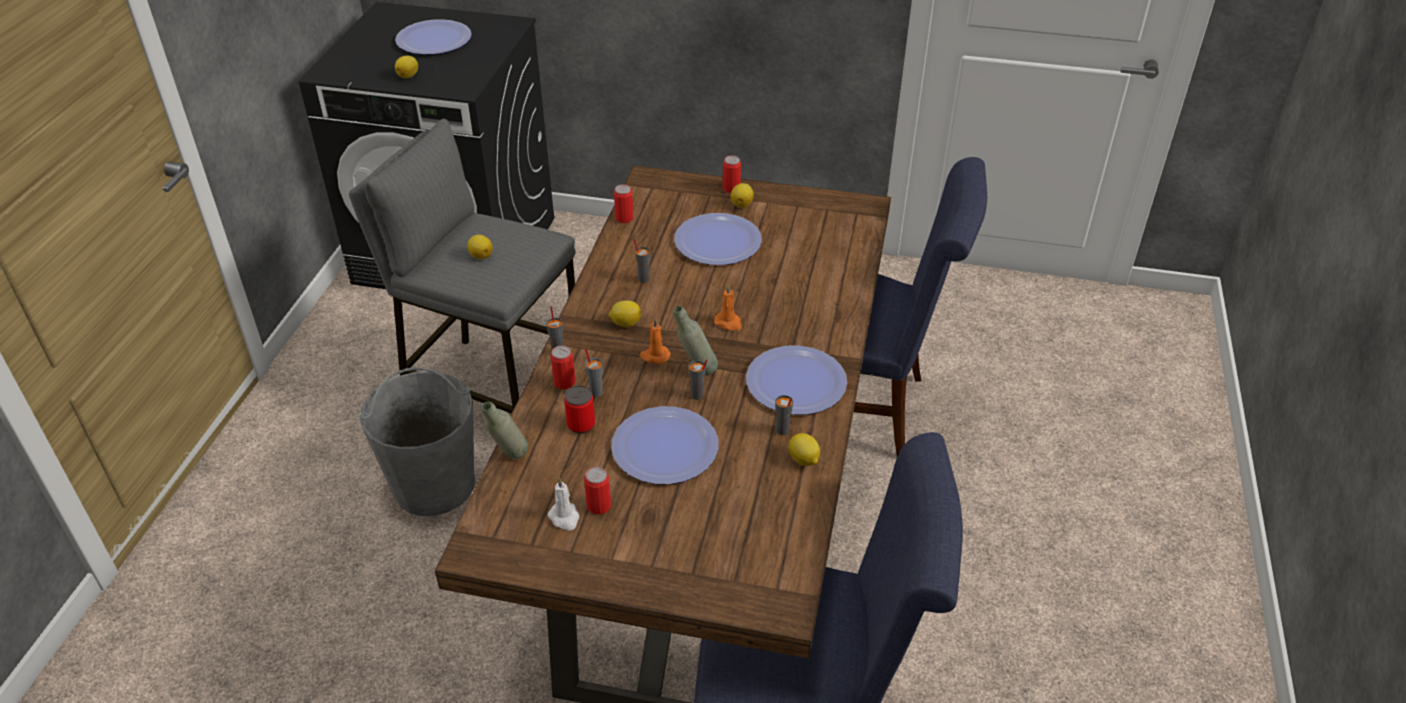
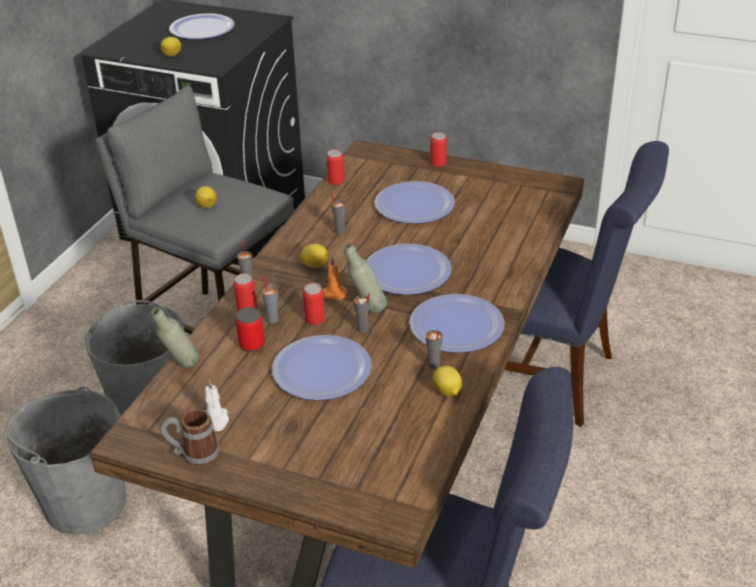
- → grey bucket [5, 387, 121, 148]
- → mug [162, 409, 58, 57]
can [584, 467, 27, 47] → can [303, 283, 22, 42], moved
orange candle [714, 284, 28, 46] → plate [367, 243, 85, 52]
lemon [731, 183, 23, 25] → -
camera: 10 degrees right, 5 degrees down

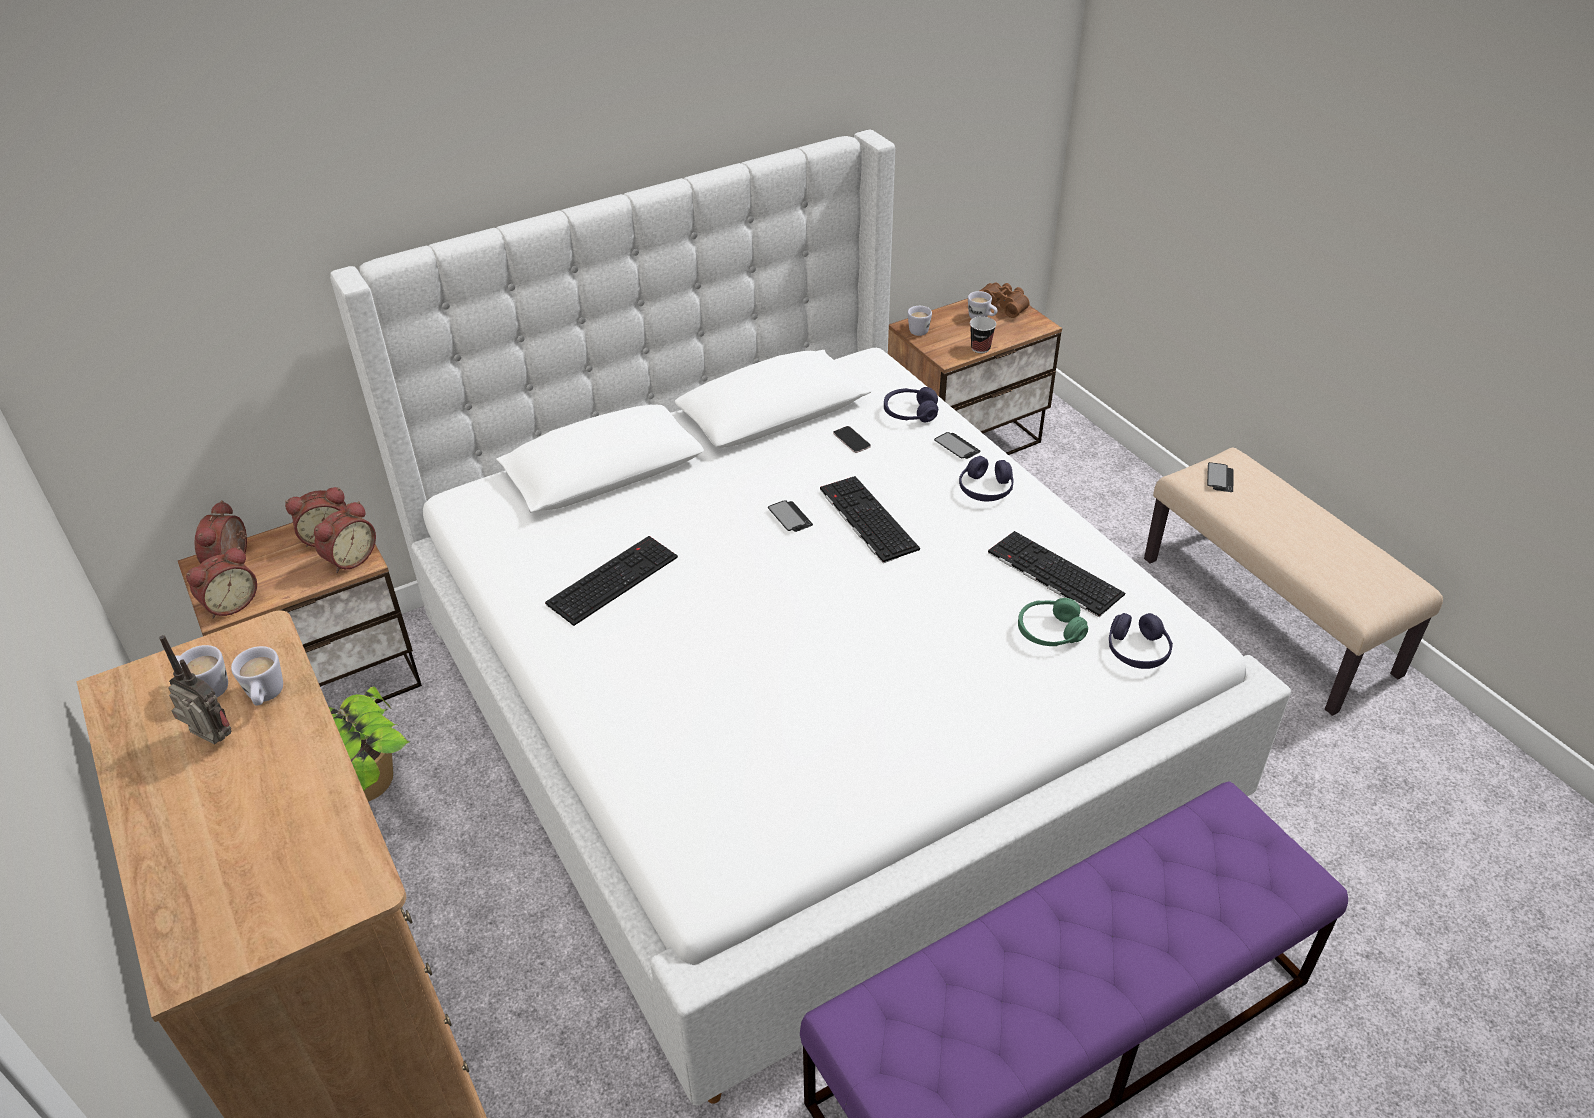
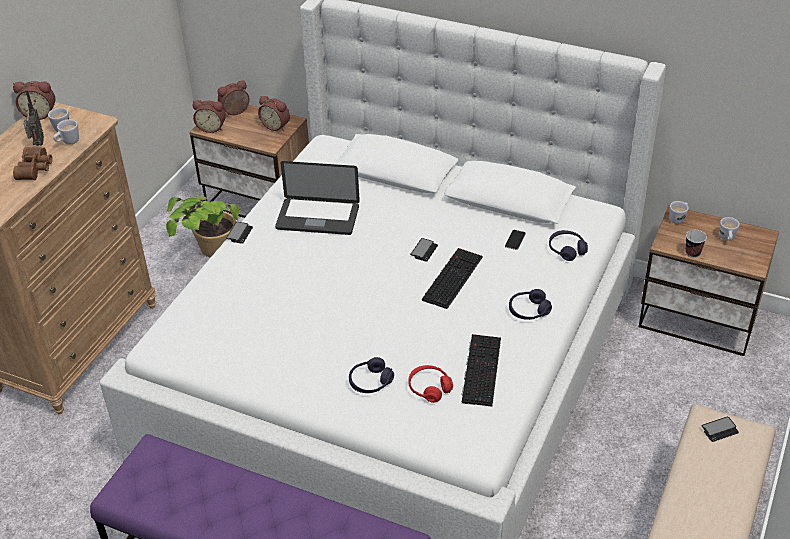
alarm clock [314, 501, 62, 72] → alarm clock [13, 81, 42, 39], moved
brown binoculars [980, 282, 50, 36] → brown binoculars [13, 147, 40, 33], moved
phone [934, 432, 47, 27] → phone [226, 222, 27, 22], moved
keyboard [545, 536, 133, 90] → laptop [275, 161, 85, 74]
purple headphones [1109, 613, 64, 56] → purple headphones [349, 357, 45, 36], moved
green headphones [1018, 598, 70, 48] → red headphones [408, 365, 45, 38]
camera: 55 degrees right, 0 degrees up

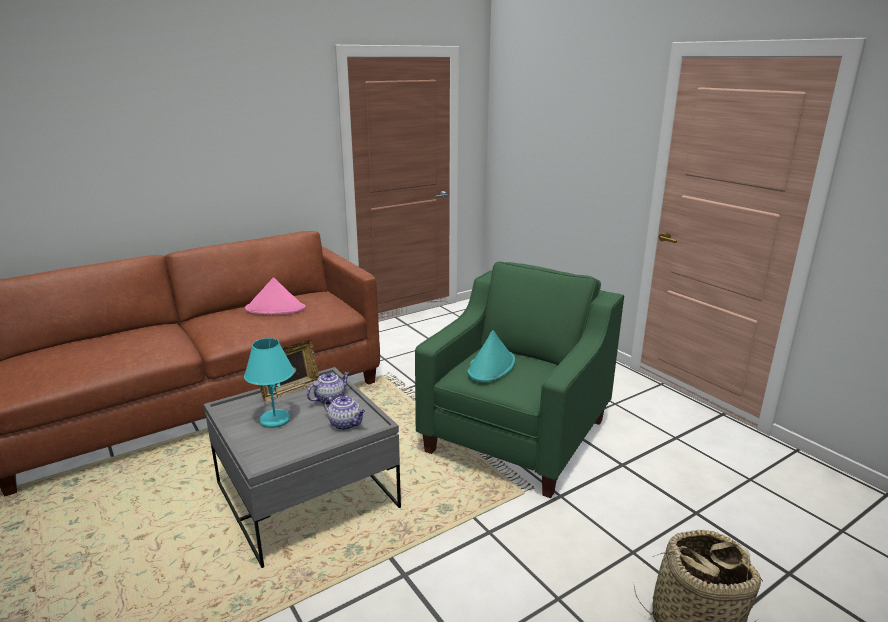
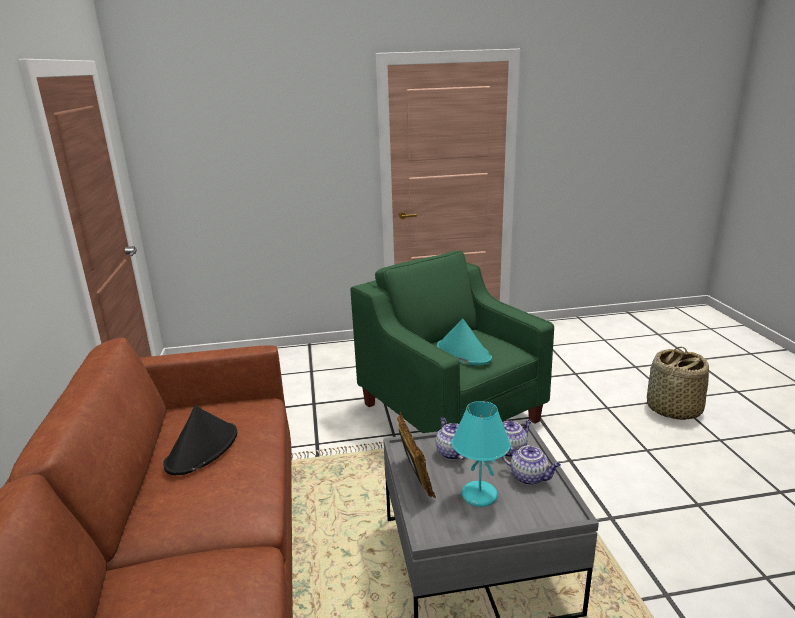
pink hat [245, 278, 61, 37] → black hat [163, 405, 74, 70]
- → teapot [502, 446, 59, 39]
camera: 65 degrees left, 0 degrees up

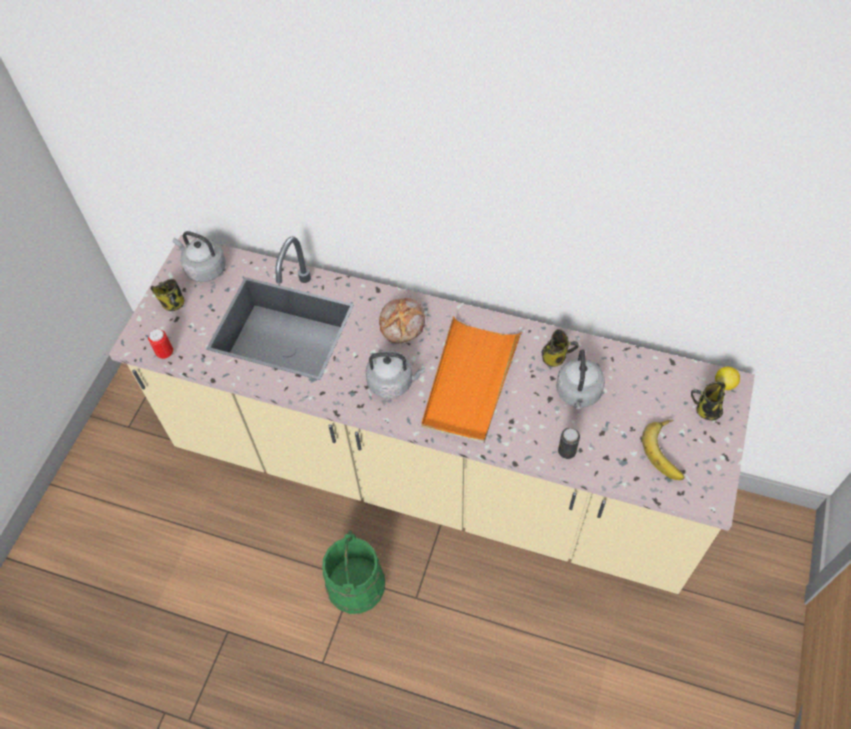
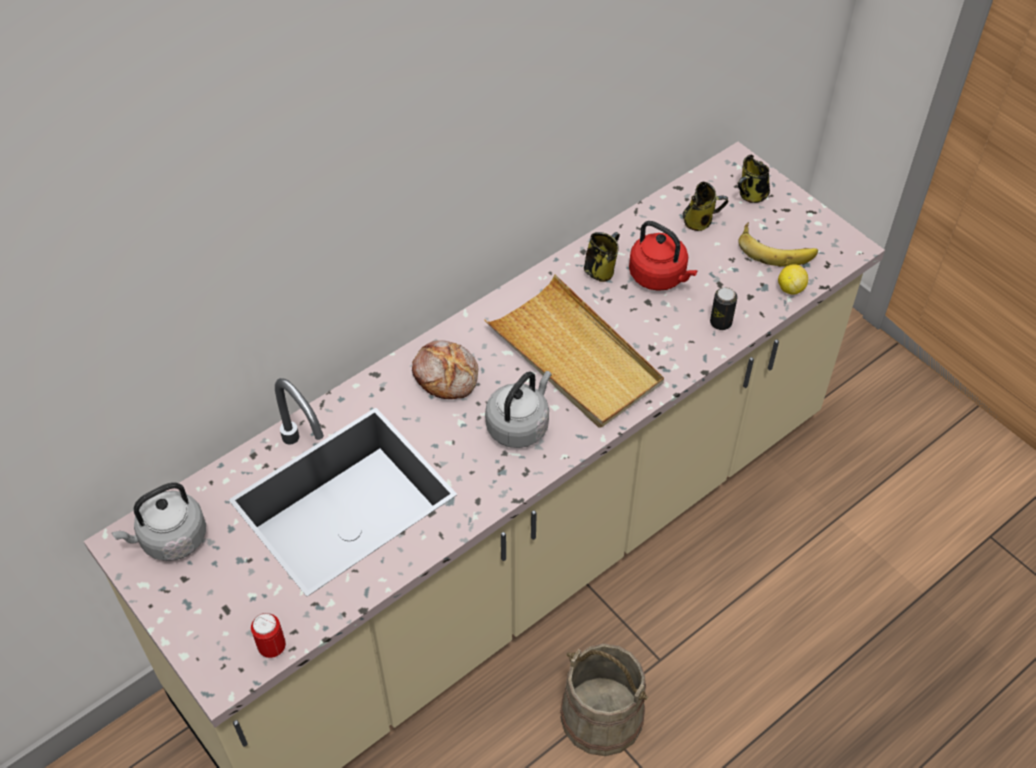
orange tray [421, 316, 101, 127] → beige tray [484, 275, 180, 153]
green bucket [322, 530, 63, 84] → beige bucket [560, 643, 88, 113]
grey kettle [556, 349, 49, 60] → red kettle [629, 221, 69, 70]
mug [151, 279, 33, 32] → mug [683, 182, 46, 49], moved
lemon [715, 367, 25, 23] → lemon [778, 264, 30, 31], moved
camera: 60 degrees left, 5 degrees down

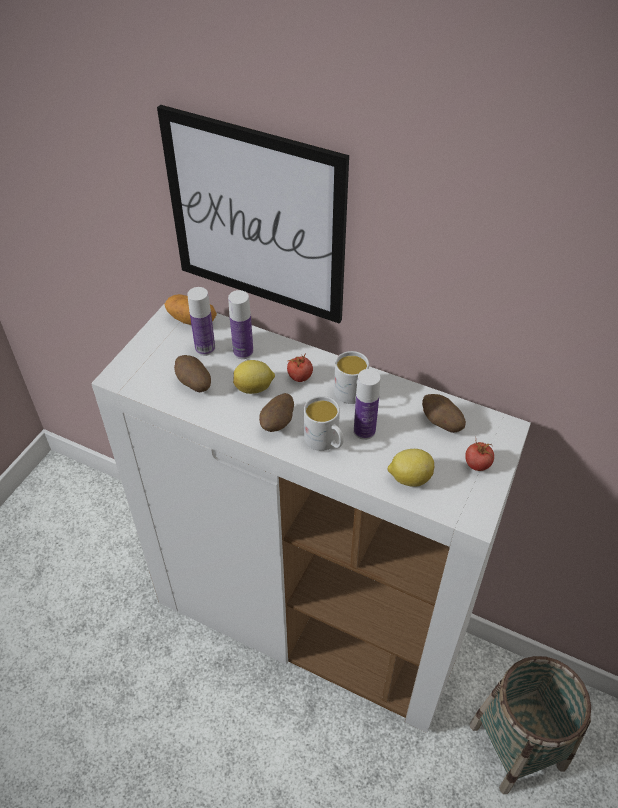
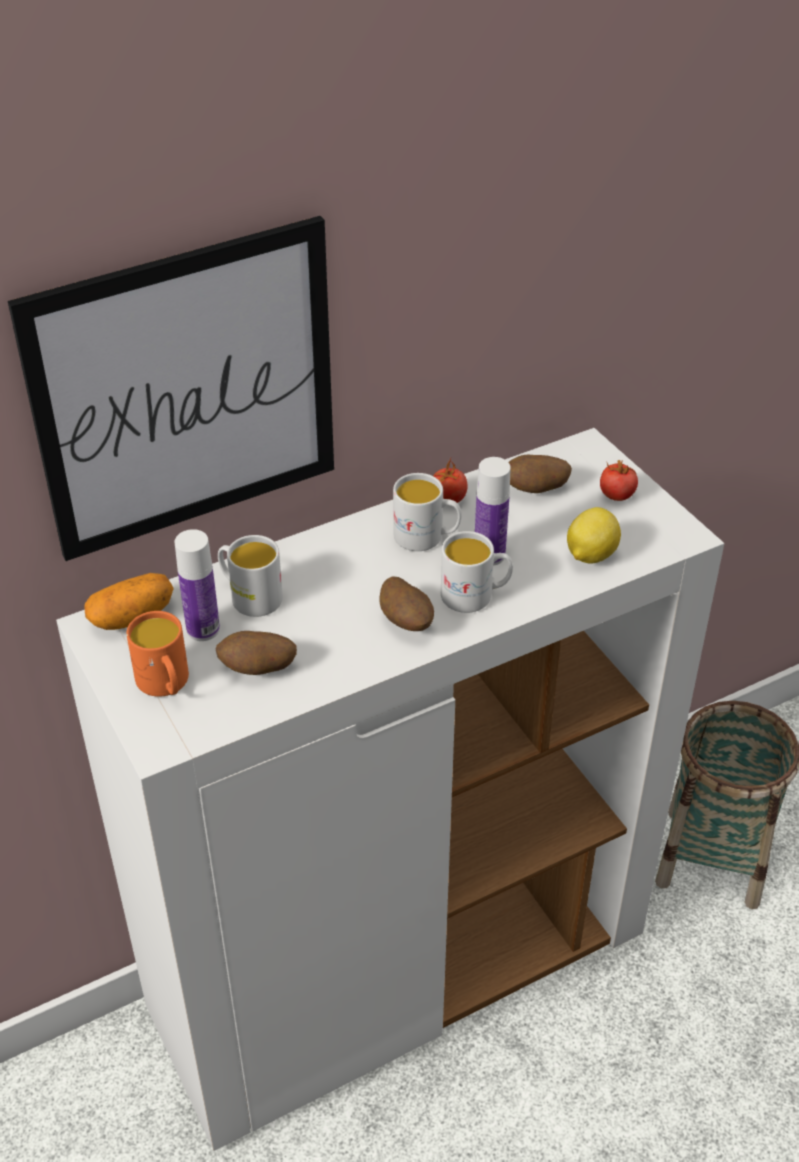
- → orange mug [126, 611, 63, 86]
bottle [228, 290, 25, 69] → white mug [218, 535, 65, 82]
tomato [287, 353, 26, 29] → tomato [433, 458, 35, 45], moved
lemon [233, 360, 42, 34] → -
camera: 55 degrees left, 5 degrees down

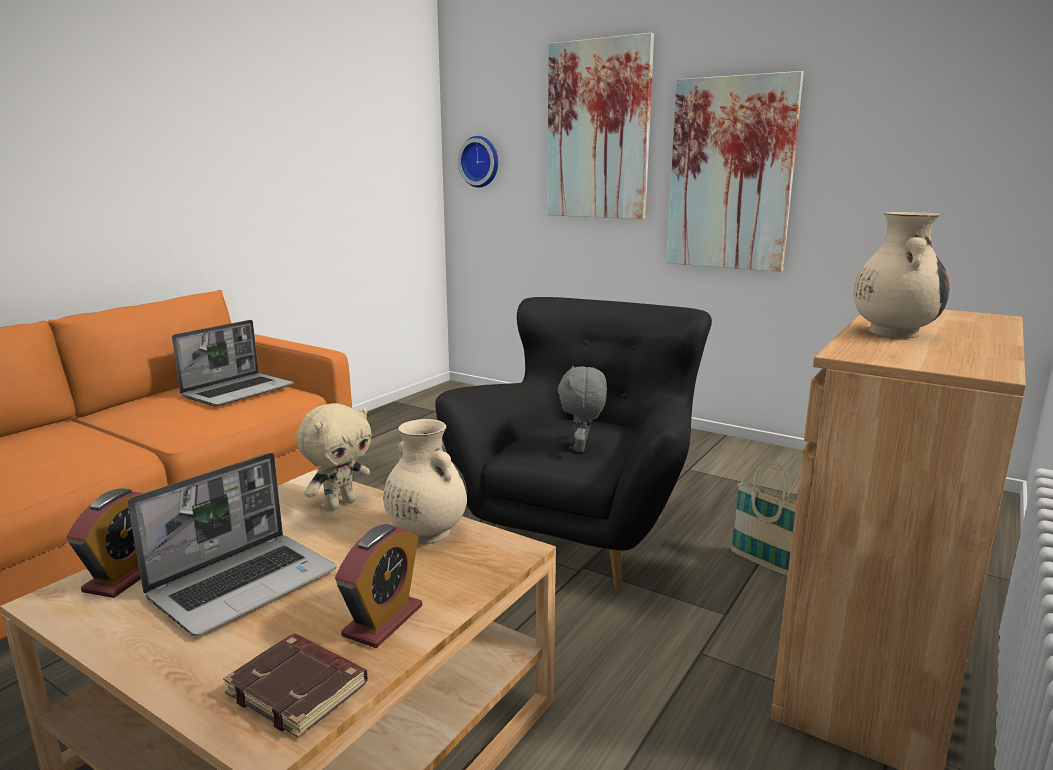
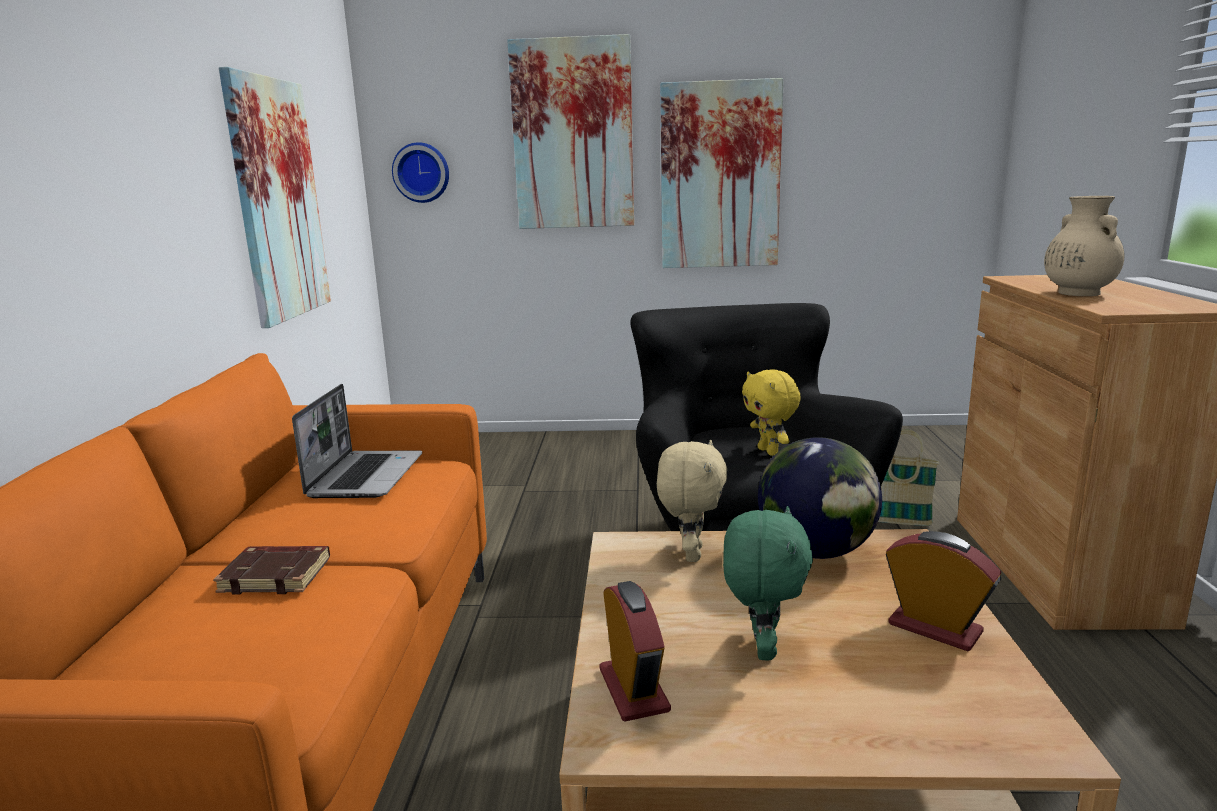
brown book [223, 634, 145, 104] → brown book [213, 546, 117, 49], moved
- → picture [219, 67, 112, 261]
laptop [128, 452, 209, 184] → green plush toy [723, 506, 90, 155]
grey plush toy [558, 366, 49, 86] → yellow plush toy [742, 369, 59, 87]
beige vase [383, 419, 84, 125] → globe [758, 437, 124, 122]
alarm clock [335, 524, 87, 124] → alarm clock [886, 531, 115, 120], 45 degrees counterclockwise
camera: 30 degrees left, 0 degrees up

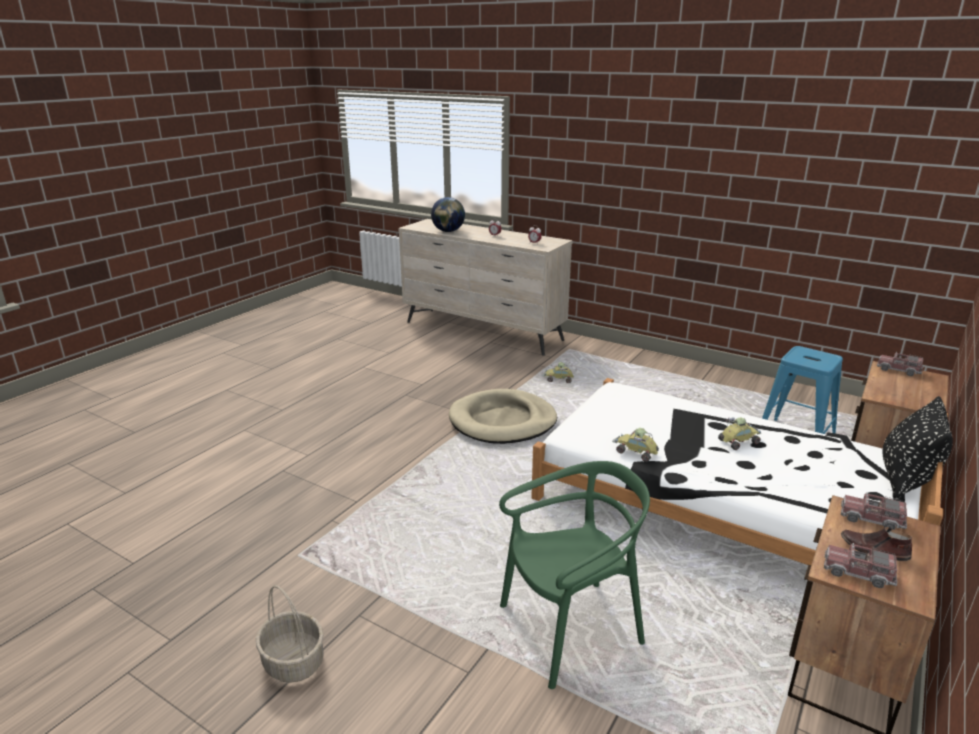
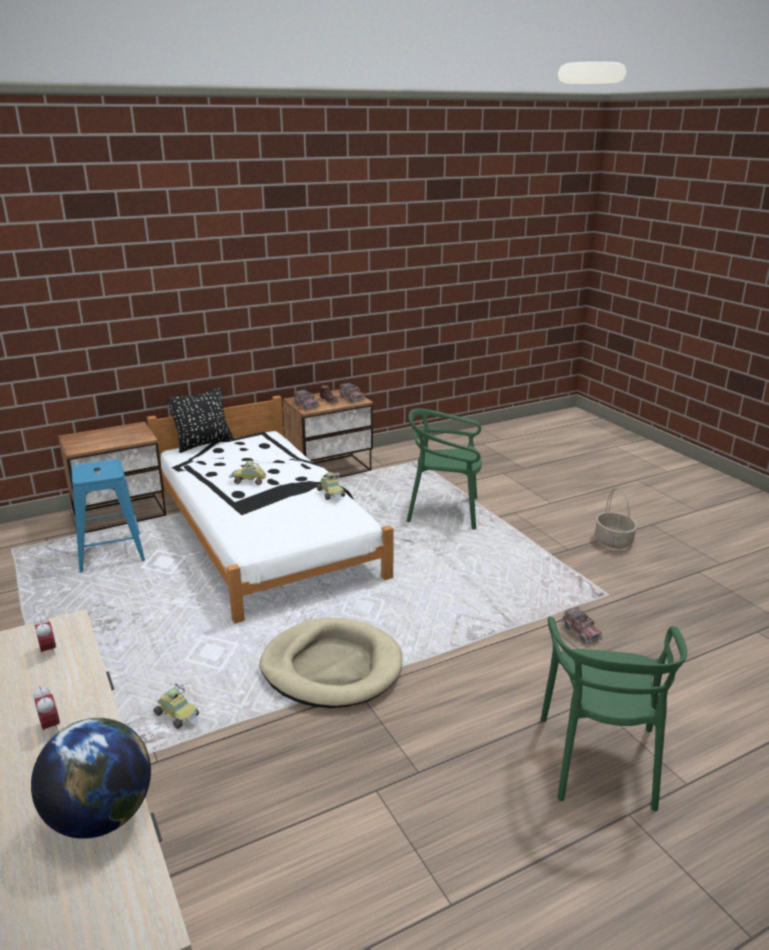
- → green chair [541, 616, 146, 195]
toy truck [877, 352, 46, 24] → toy truck [561, 607, 41, 37], moved
camera: 150 degrees left, 0 degrees up

